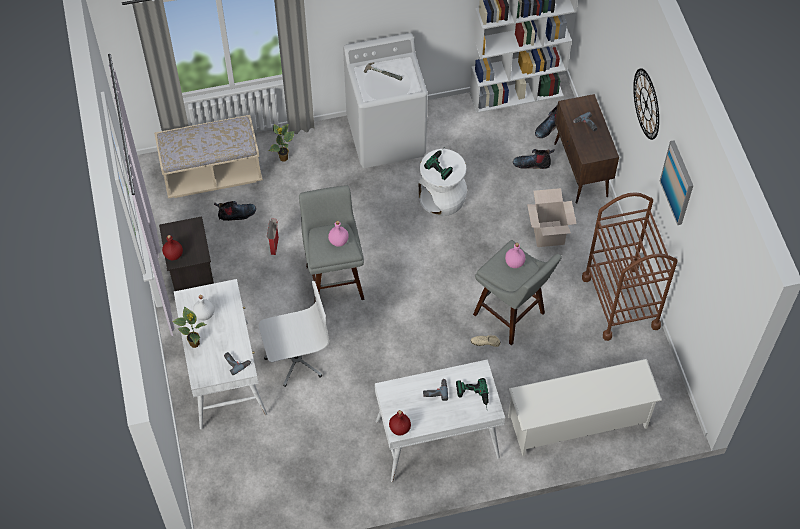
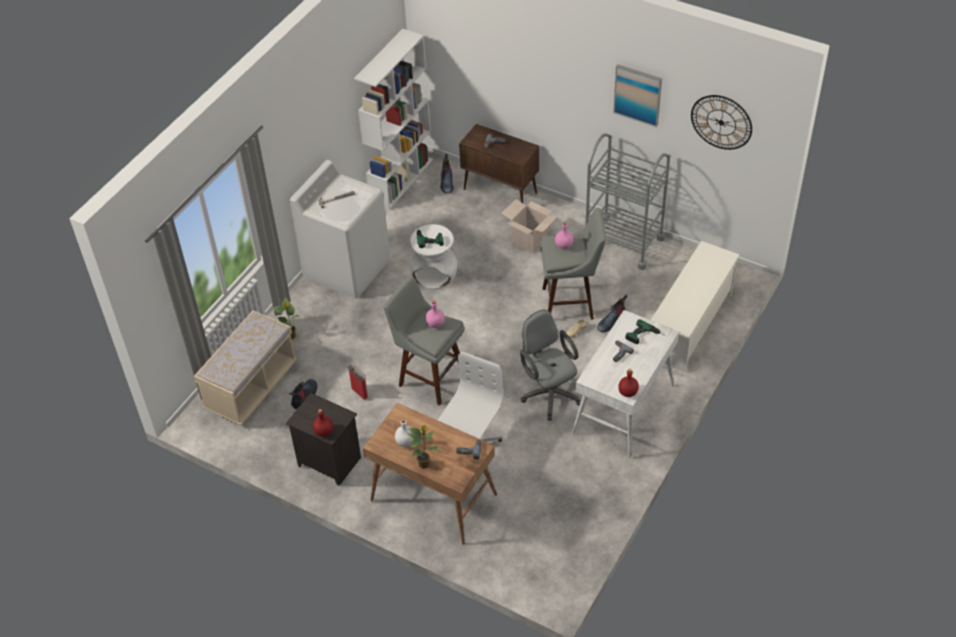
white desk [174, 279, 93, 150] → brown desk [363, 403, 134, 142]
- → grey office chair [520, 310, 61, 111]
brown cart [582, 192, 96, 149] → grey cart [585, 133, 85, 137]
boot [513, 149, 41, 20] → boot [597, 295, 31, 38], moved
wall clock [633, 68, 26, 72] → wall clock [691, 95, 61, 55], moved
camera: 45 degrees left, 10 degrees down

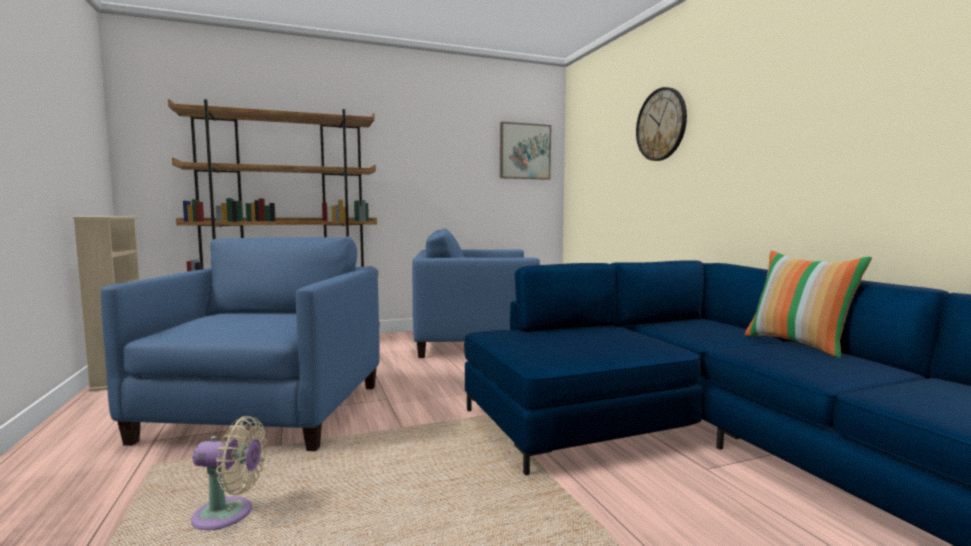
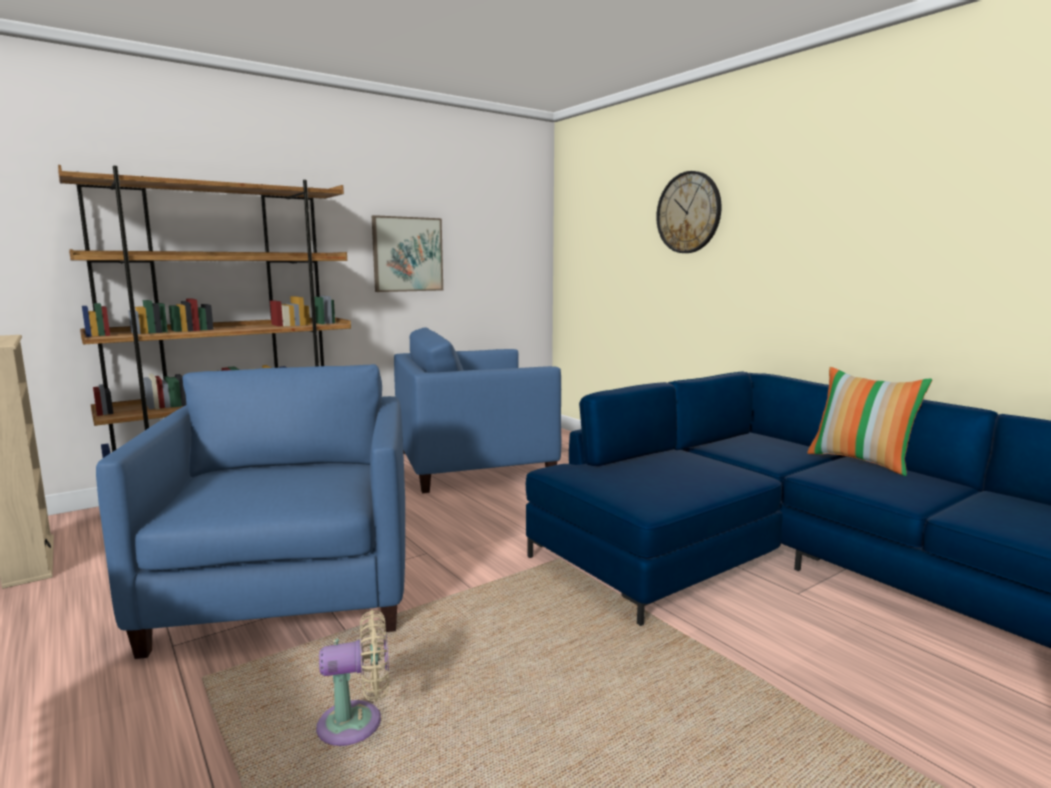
picture [500, 122, 51, 58] → picture [372, 215, 71, 77], moved
camera: 15 degrees left, 5 degrees up

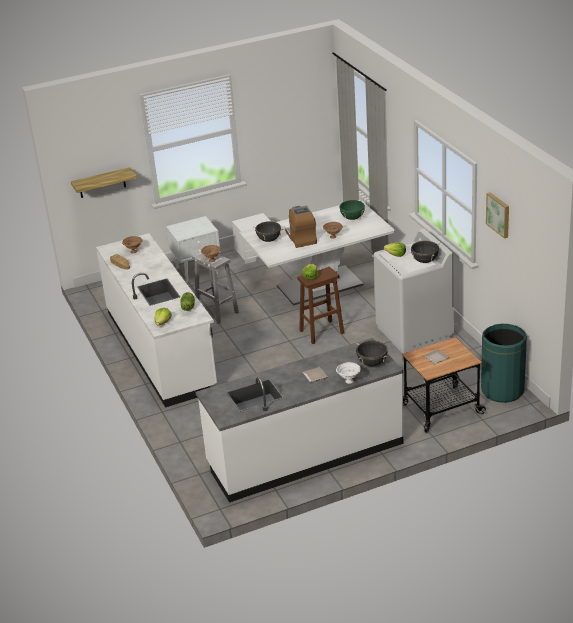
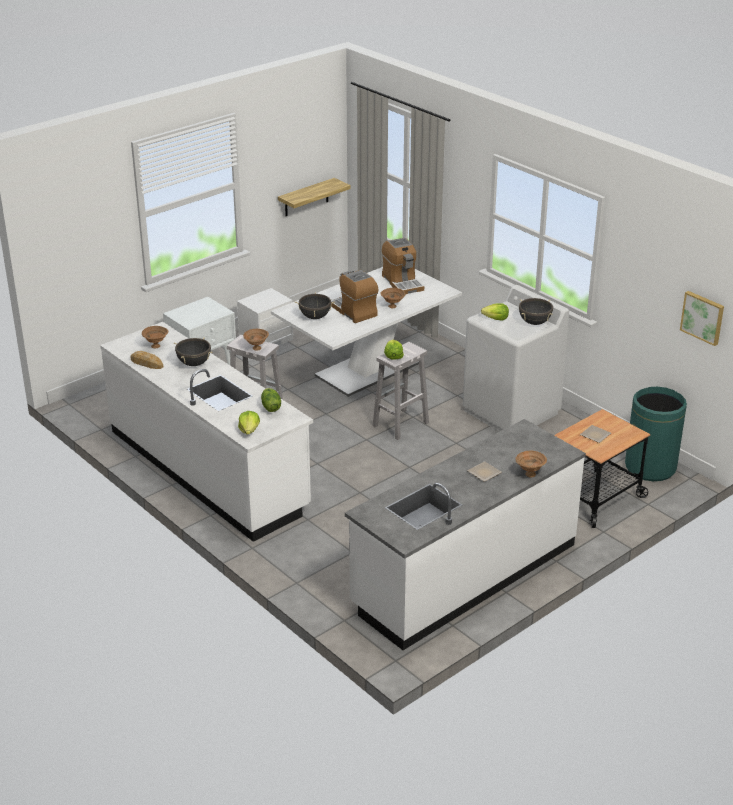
black cooking pot [356, 341, 32, 25] → black cooking pot [174, 337, 38, 29], moved
shelf [71, 167, 66, 31] → shelf [278, 178, 73, 38], moved
brown stool [297, 267, 47, 77] → white stool [373, 342, 56, 98]
green cooking pot [339, 200, 26, 20] → coffee machine [382, 238, 42, 56]
white bowl [336, 362, 25, 22] → brown bowl [515, 451, 32, 27]
picture [486, 193, 23, 46] → picture [680, 291, 44, 55], moved
camera: 20 degrees left, 0 degrees up

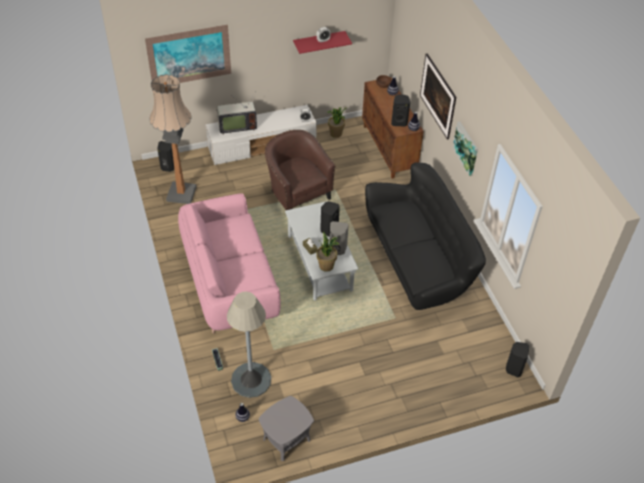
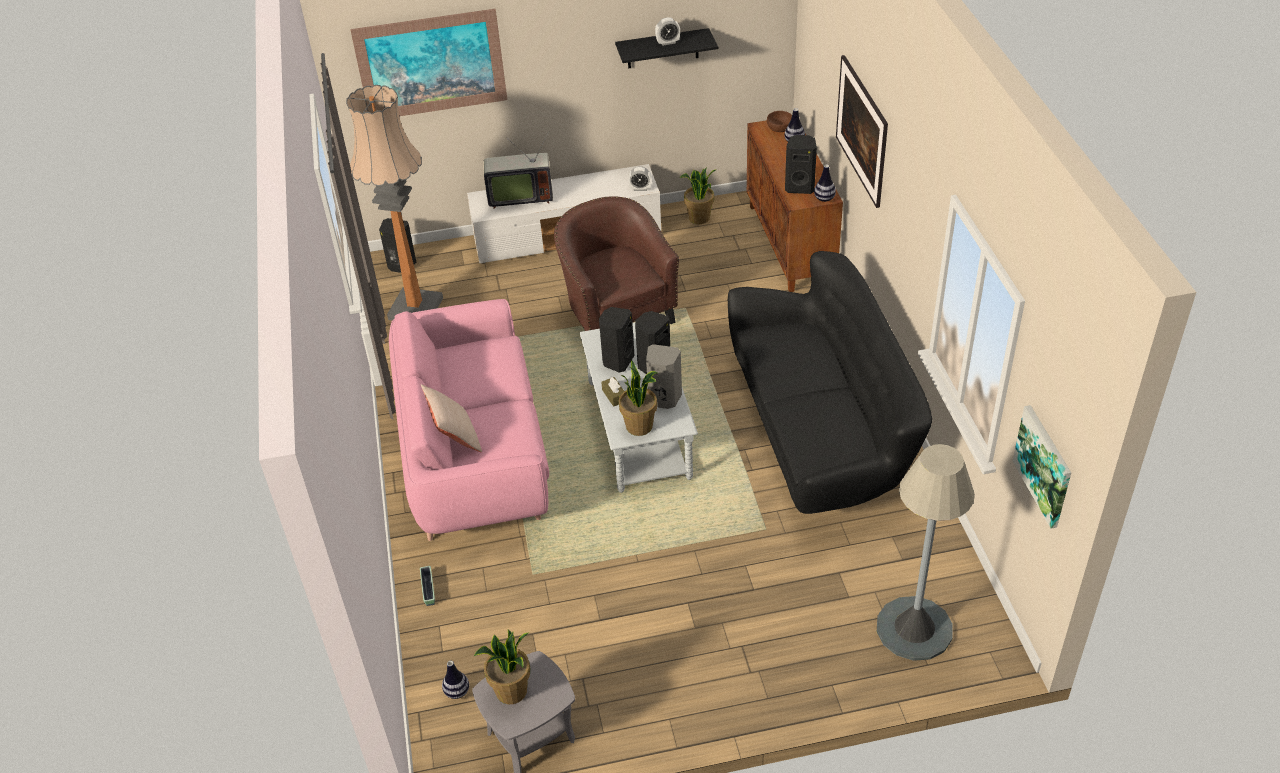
- → beige pillow [421, 384, 61, 68]
- → potted plant [474, 629, 56, 75]
black speaker [506, 342, 24, 35] → black speaker [599, 307, 36, 66], moved
red shelf [293, 31, 59, 23] → black shelf [615, 28, 103, 41]
grey floor lamp [227, 292, 44, 106] → grey floor lamp [877, 444, 98, 217], moved
picture [452, 121, 26, 55] → picture [1013, 405, 58, 124], moved
camera: 10 degrees right, 5 degrees down

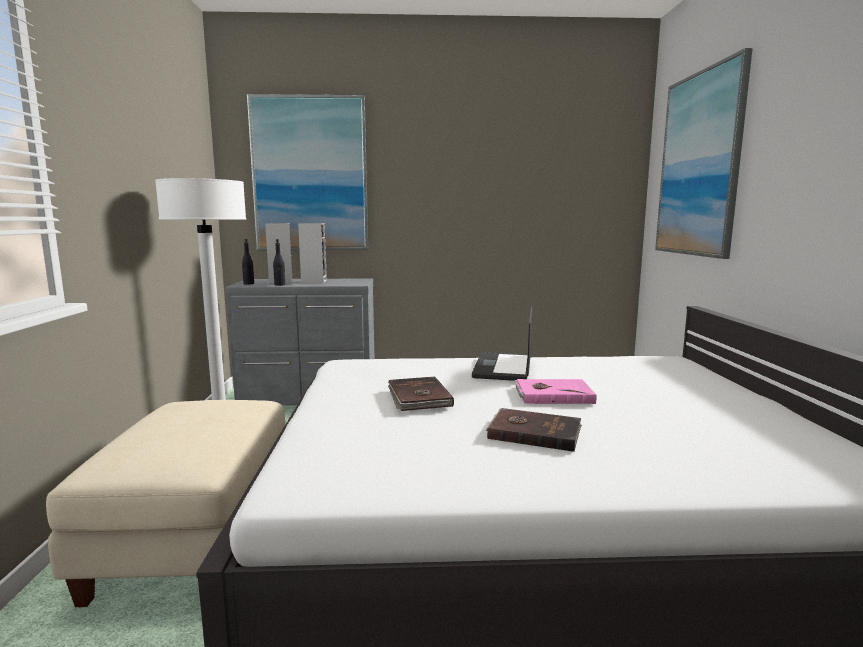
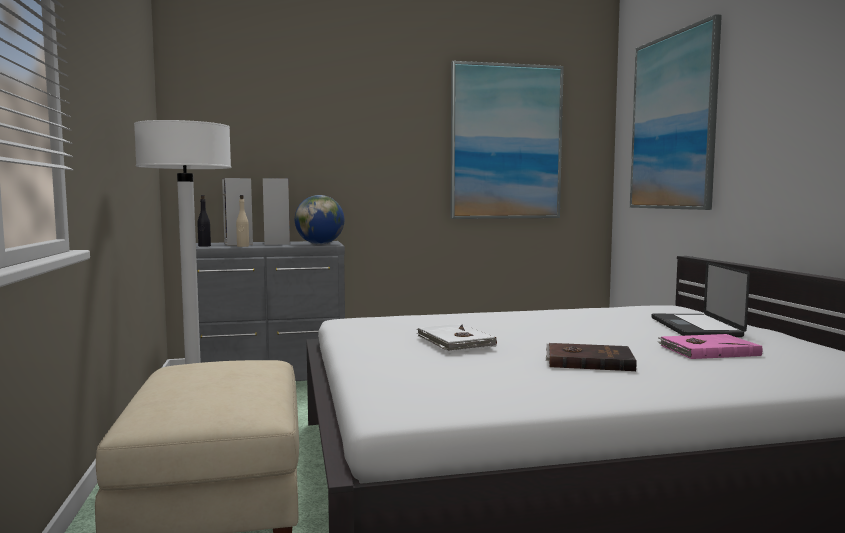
black bottle [273, 239, 12, 47] → beige bottle [236, 195, 13, 52]
- → globe [295, 195, 49, 49]
brown book [388, 376, 66, 35] → white book [417, 323, 80, 29]
picture [247, 94, 121, 156] → picture [451, 61, 113, 158], moved
laptop [472, 307, 60, 74] → laptop [652, 262, 98, 75], moved
pink book [515, 379, 81, 25] → pink book [658, 334, 105, 25], moved
camera: 10 degrees left, 5 degrees down

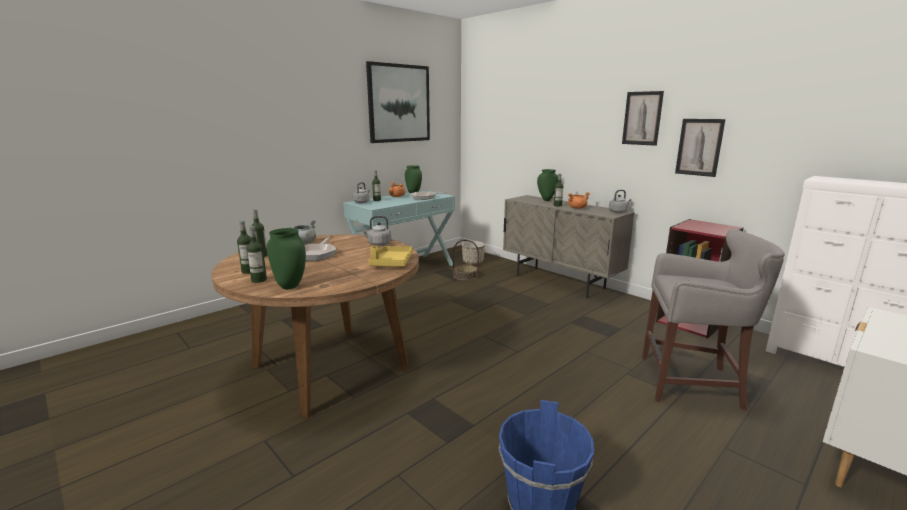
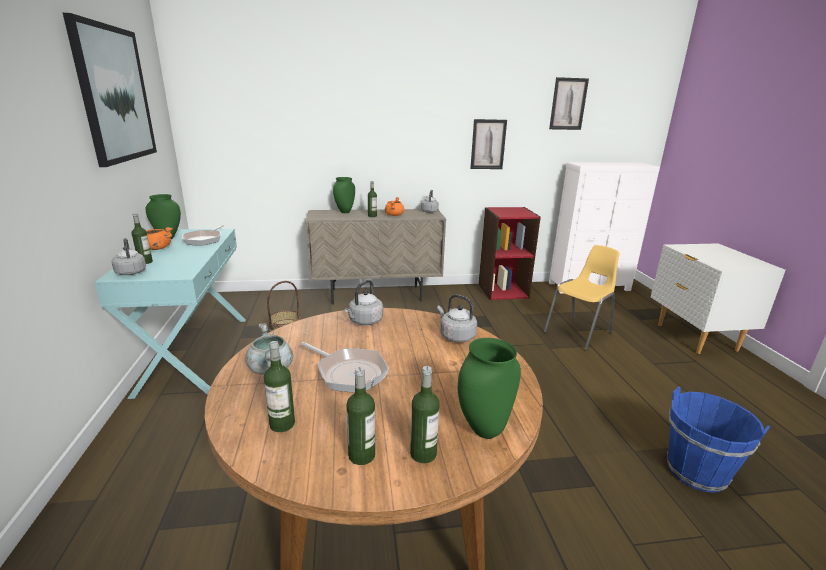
yellow tray [368, 245, 45, 21] → grey kettle [437, 294, 40, 48]
grey stool [642, 229, 143, 181] → yellow chair [544, 245, 76, 106]
picture [622, 91, 42, 55] → picture [549, 77, 40, 53], moved
planter [462, 241, 23, 24] → -
camera: 55 degrees left, 5 degrees up

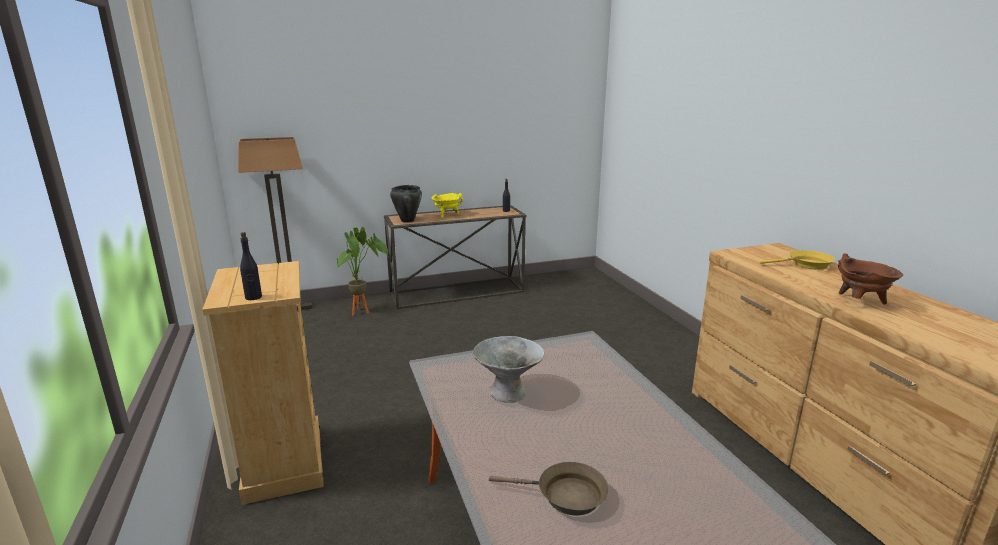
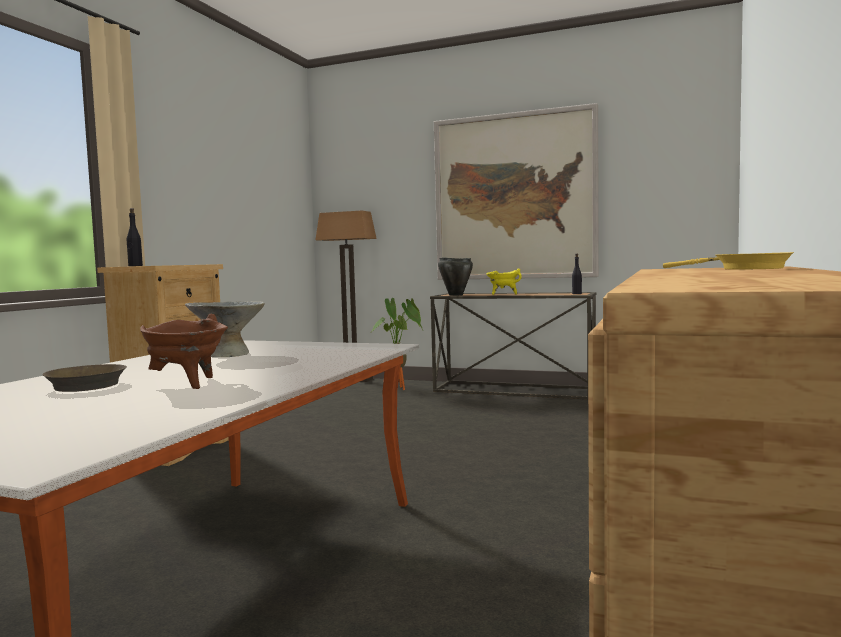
brown cooking pot [838, 253, 65, 51] → brown cooking pot [140, 314, 88, 75], moved
- → picture [434, 103, 165, 177]
camera: 40 degrees right, 15 degrees down

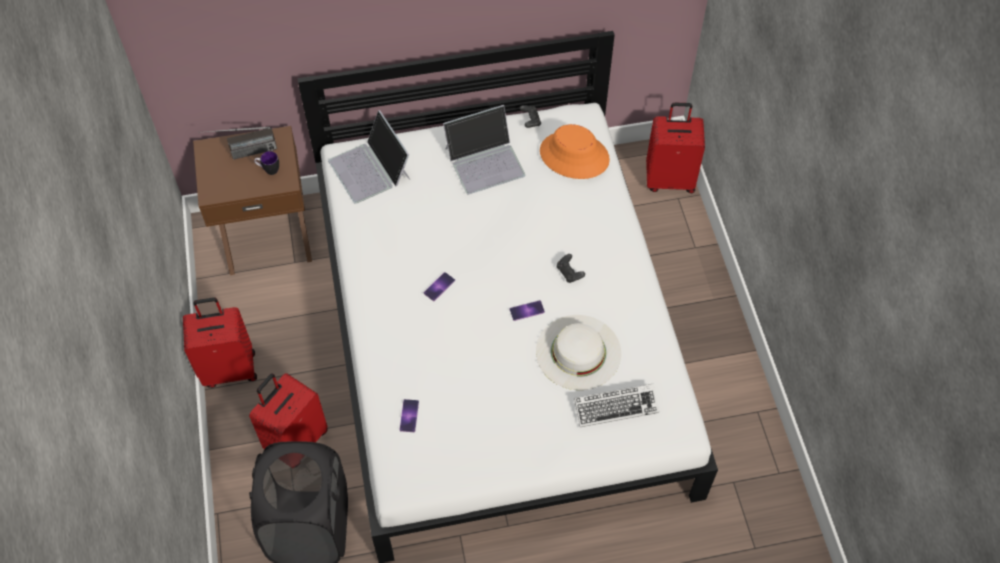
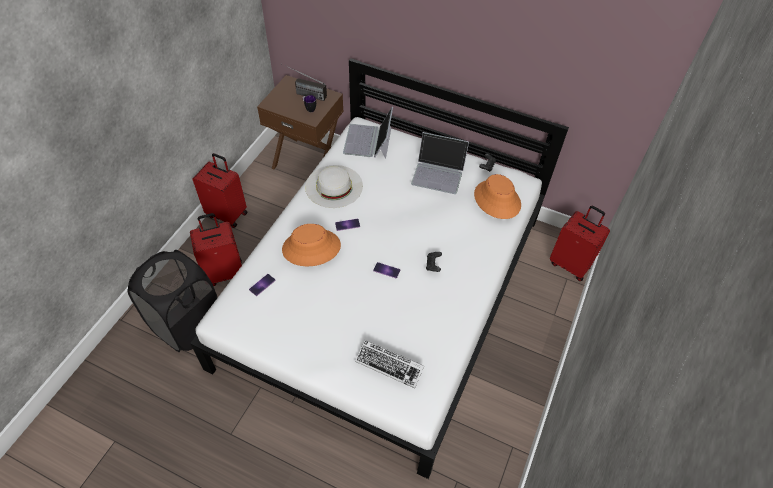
- → orange hat [282, 224, 59, 42]
white hat [536, 315, 85, 75] → white hat [305, 165, 58, 43], moved
camera: 35 degrees right, 5 degrees down

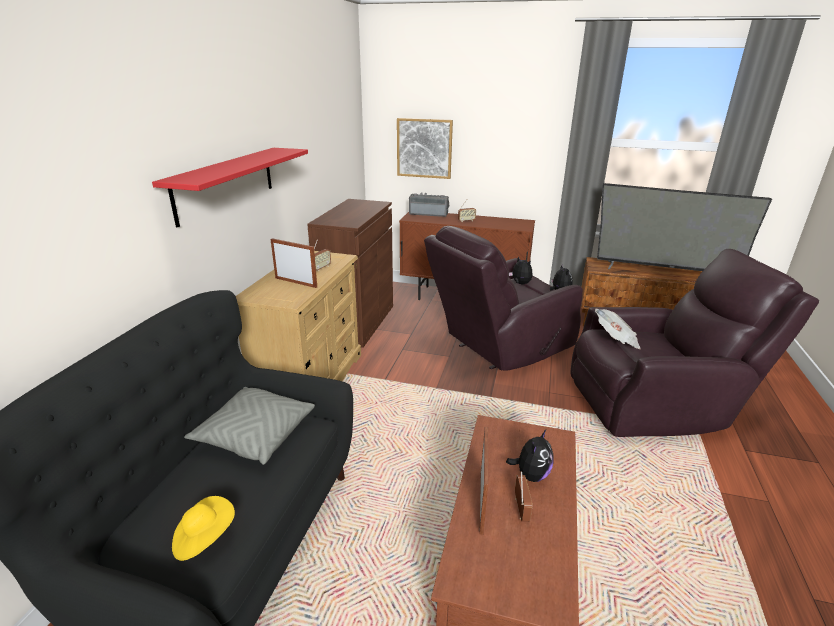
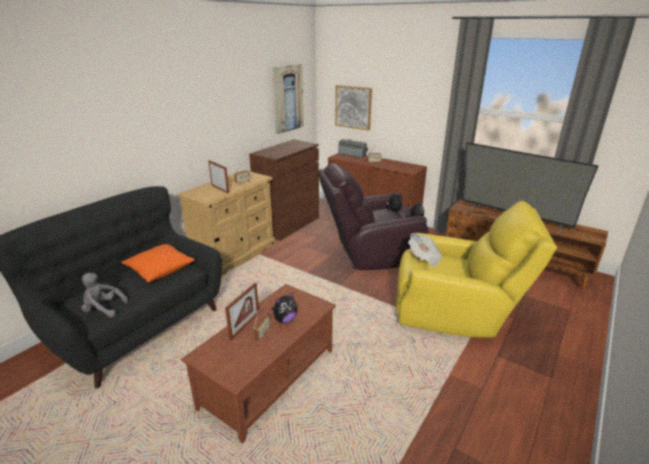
yellow hat [172, 496, 63, 65] → grey plush toy [81, 273, 47, 45]
grey pillow [184, 387, 131, 78] → orange pillow [121, 244, 74, 38]
- → picture [272, 64, 32, 70]
brown armchair [570, 249, 249, 188] → yellow armchair [396, 201, 161, 137]
red shelf [152, 148, 156, 79] → -
camera: 20 degrees right, 0 degrees up

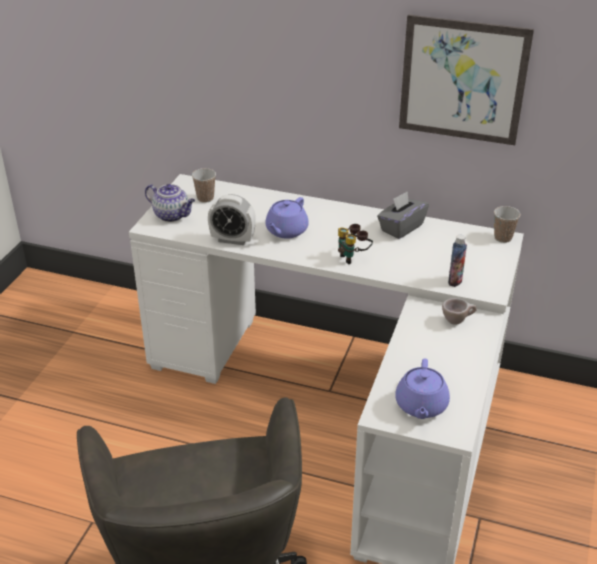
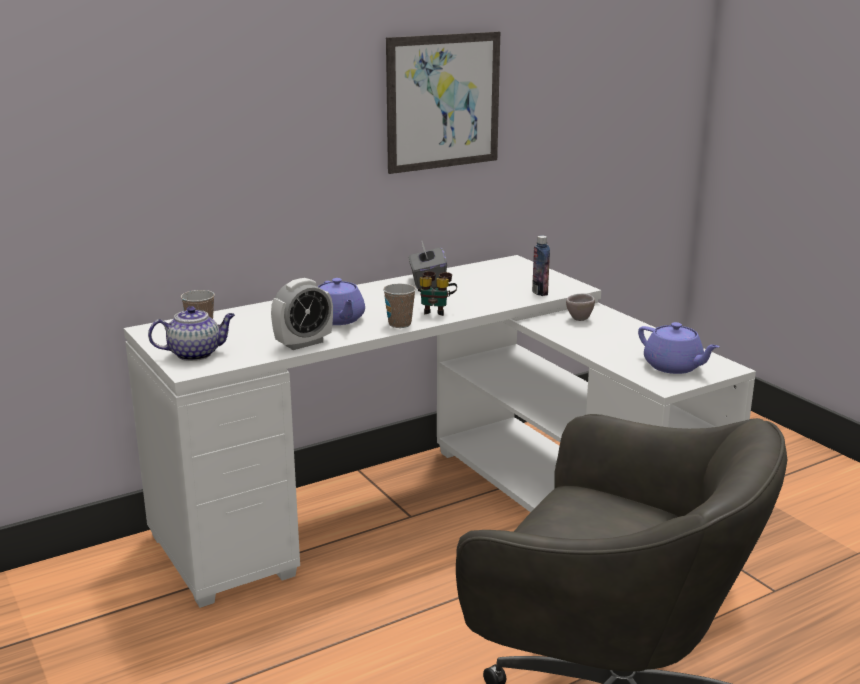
cup [494, 206, 26, 37] → cup [383, 284, 33, 44], moved
camera: 50 degrees left, 15 degrees down

